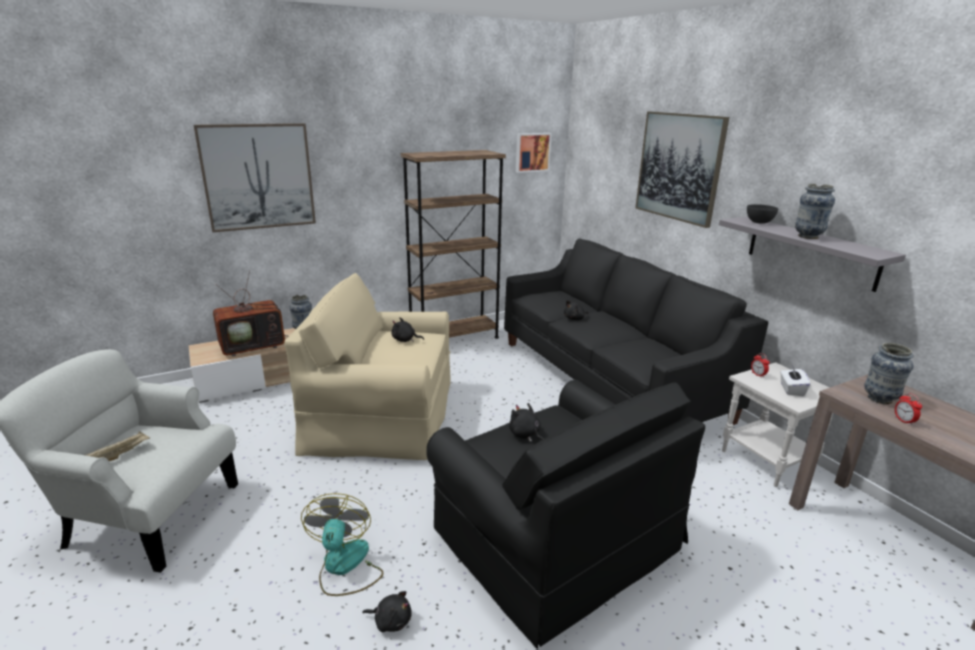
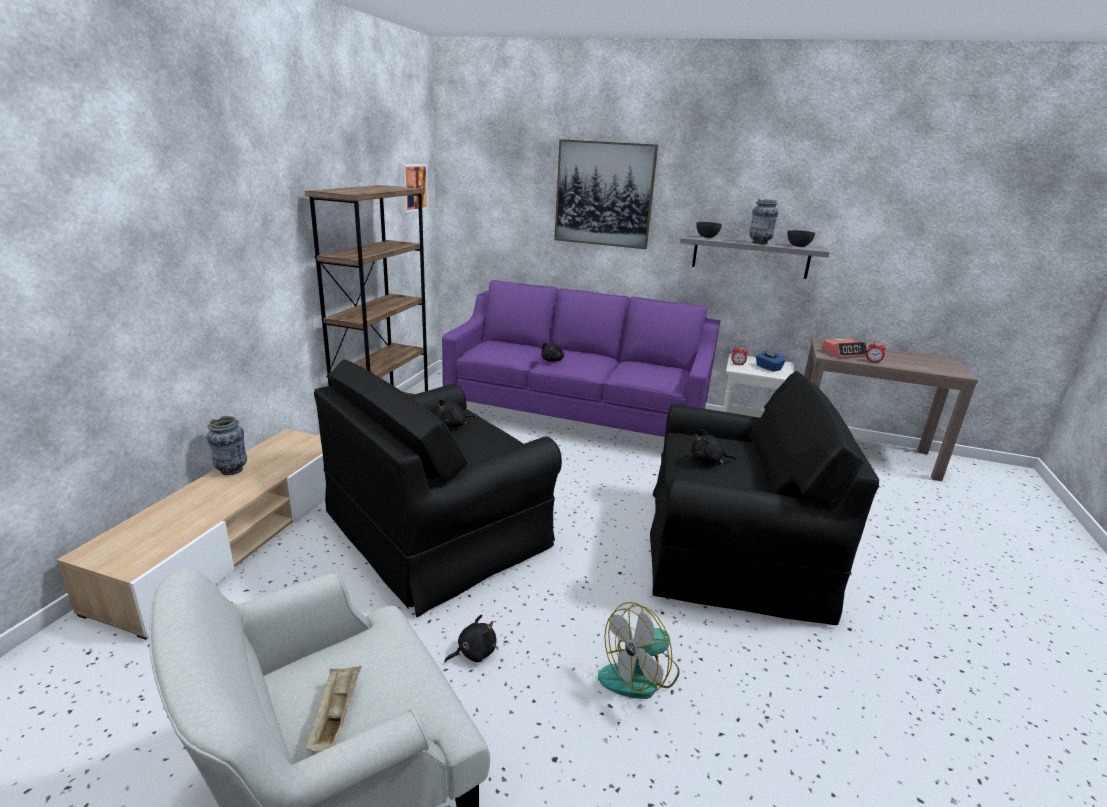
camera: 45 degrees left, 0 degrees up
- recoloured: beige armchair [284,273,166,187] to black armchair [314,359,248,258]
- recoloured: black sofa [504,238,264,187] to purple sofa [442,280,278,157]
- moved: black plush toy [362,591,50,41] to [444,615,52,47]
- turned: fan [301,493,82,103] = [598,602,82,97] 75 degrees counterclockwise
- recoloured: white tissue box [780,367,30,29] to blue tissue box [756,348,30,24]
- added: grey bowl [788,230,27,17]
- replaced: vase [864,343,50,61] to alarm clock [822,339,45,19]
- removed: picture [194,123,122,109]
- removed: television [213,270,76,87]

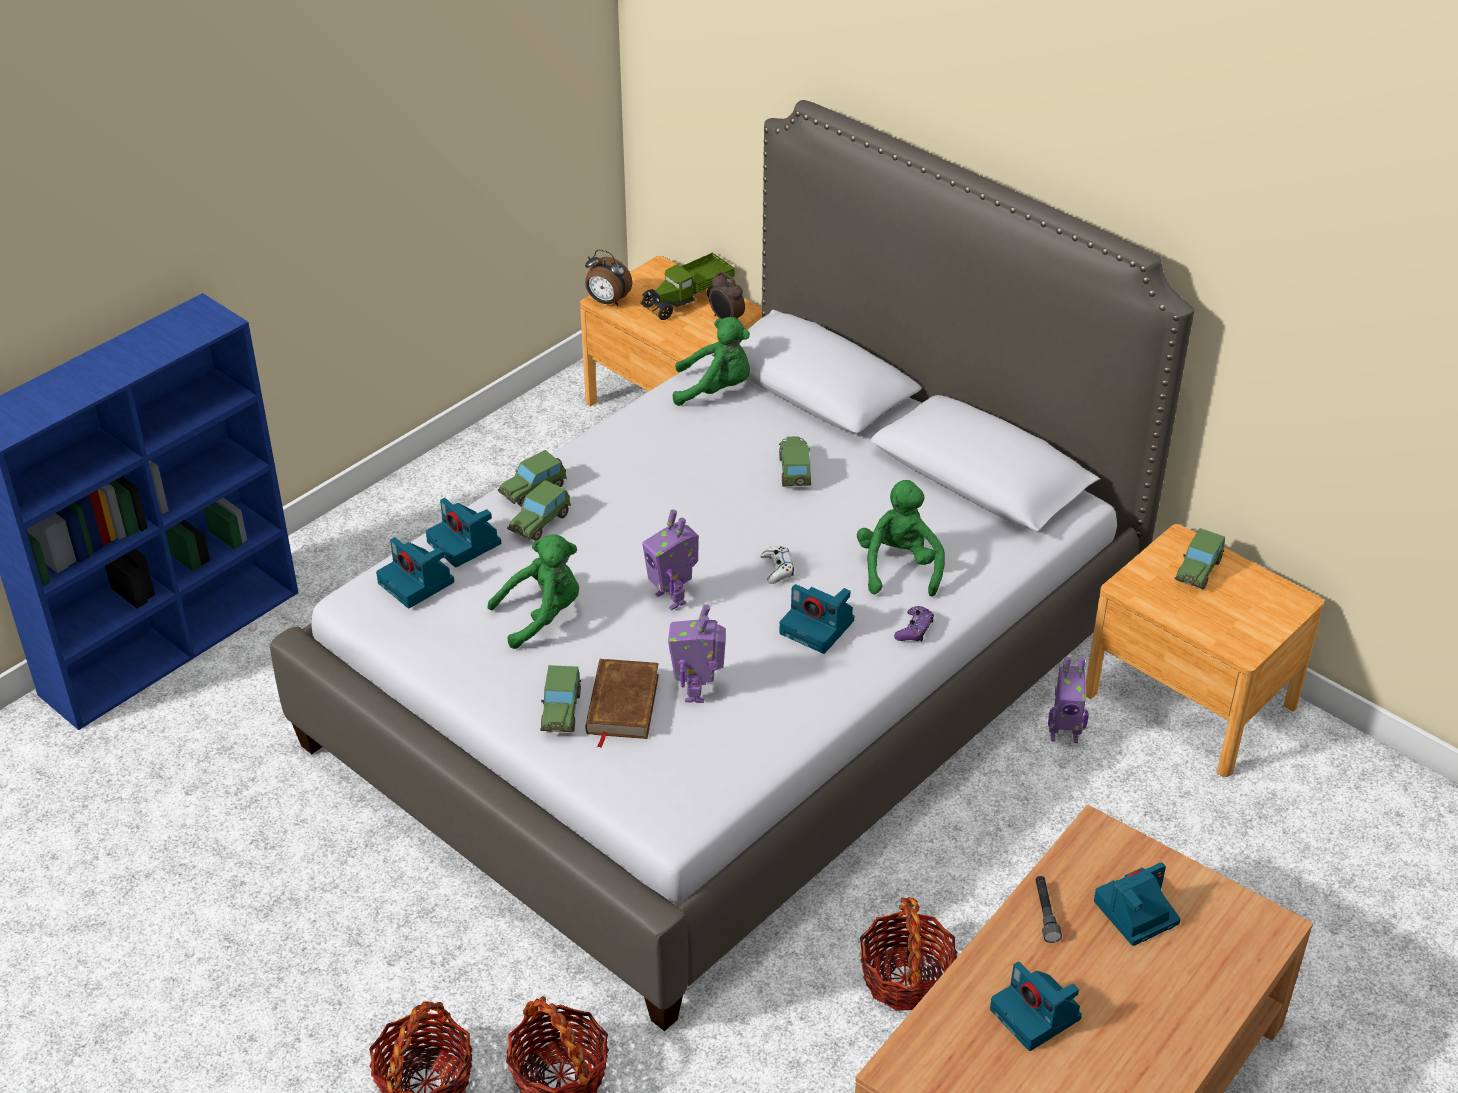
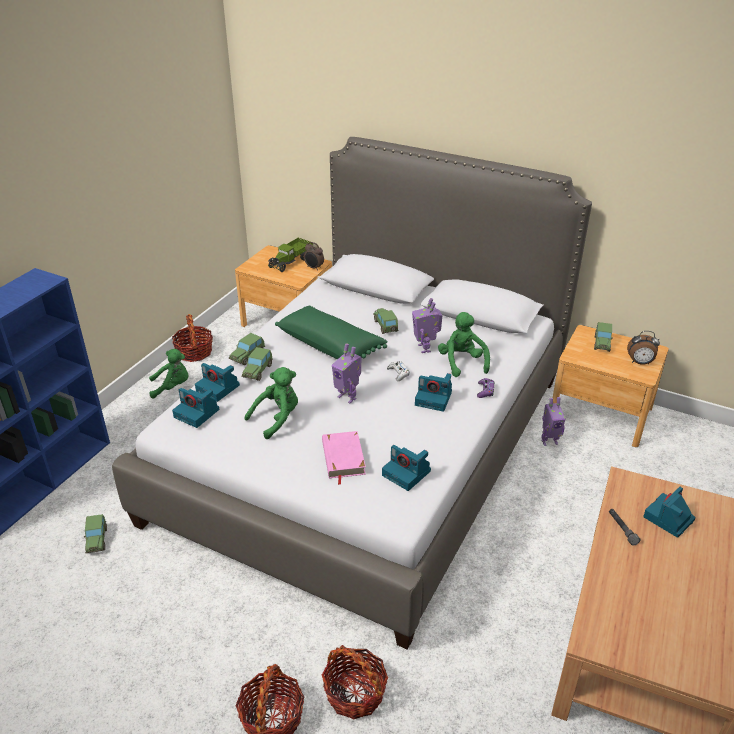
camera: 15 degrees left, 5 degrees down
- moved: toy car [540,665,41,67] to [84,514,23,39]
- moved: green plush toy [673,317,77,89] to [149,349,39,50]
- moved: basket [859,897,98,114] to [172,314,41,48]
- added: green pillow [275,306,113,55]
- recoloured: brown book [586,659,73,89] to pink book [322,431,44,54]
- moved: photo camera [990,962,92,89] to [382,445,49,46]
- moved: toy robot [668,604,58,99] to [412,298,30,55]
- moved: alarm clock [585,250,47,56] to [627,331,33,33]

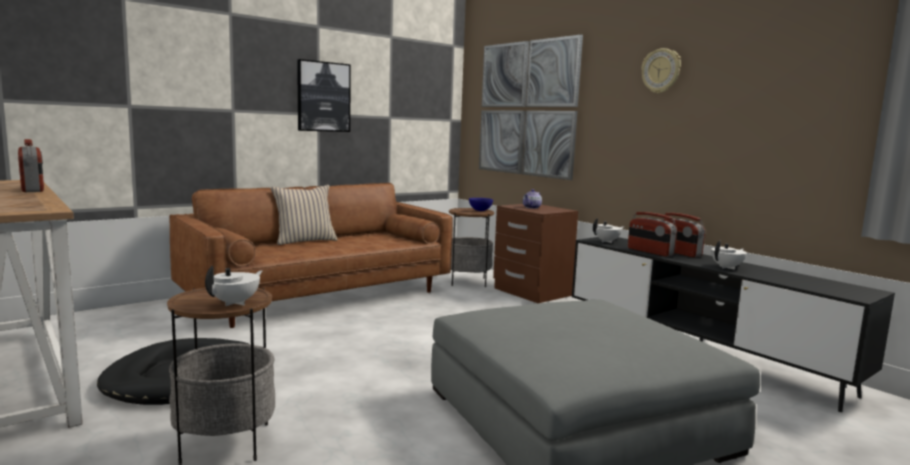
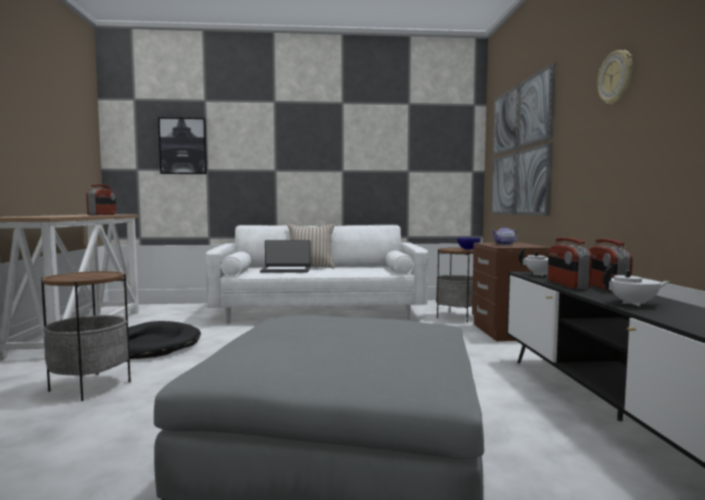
camera: 35 degrees right, 5 degrees down
- moved: picture [297,59,54,73] to [158,118,49,56]
- recoloured: brown sofa [169,183,284,145] to white sofa [206,225,222,99]
- added: laptop [260,240,51,32]
- removed: white teapot [205,266,57,40]

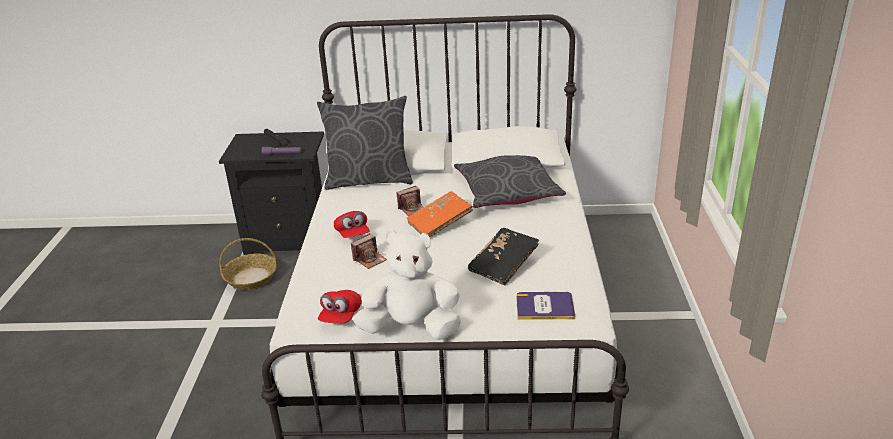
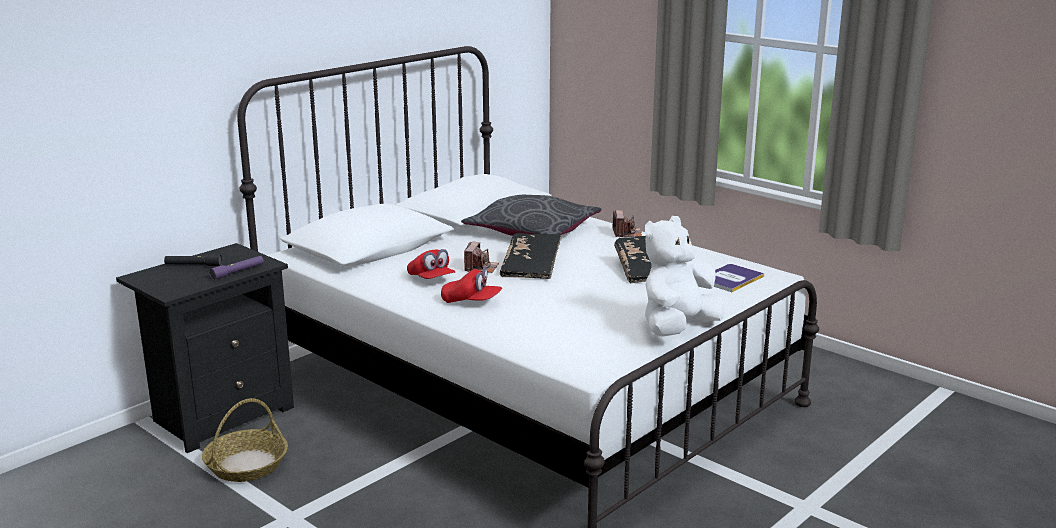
camera: 50 degrees left, 10 degrees down
- moved: red cap [318,290,44,34] to [407,249,48,30]
- recoloured: orange book [407,191,66,46] to black book [500,233,61,46]
- moved: photo camera [351,233,36,36] to [613,210,29,27]
- removed: grey pillow [317,96,96,94]

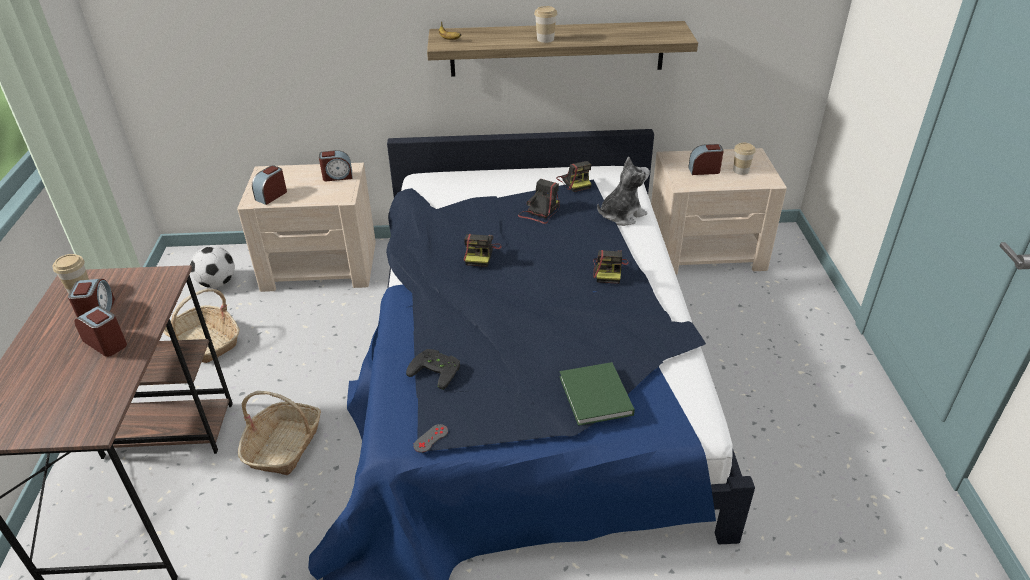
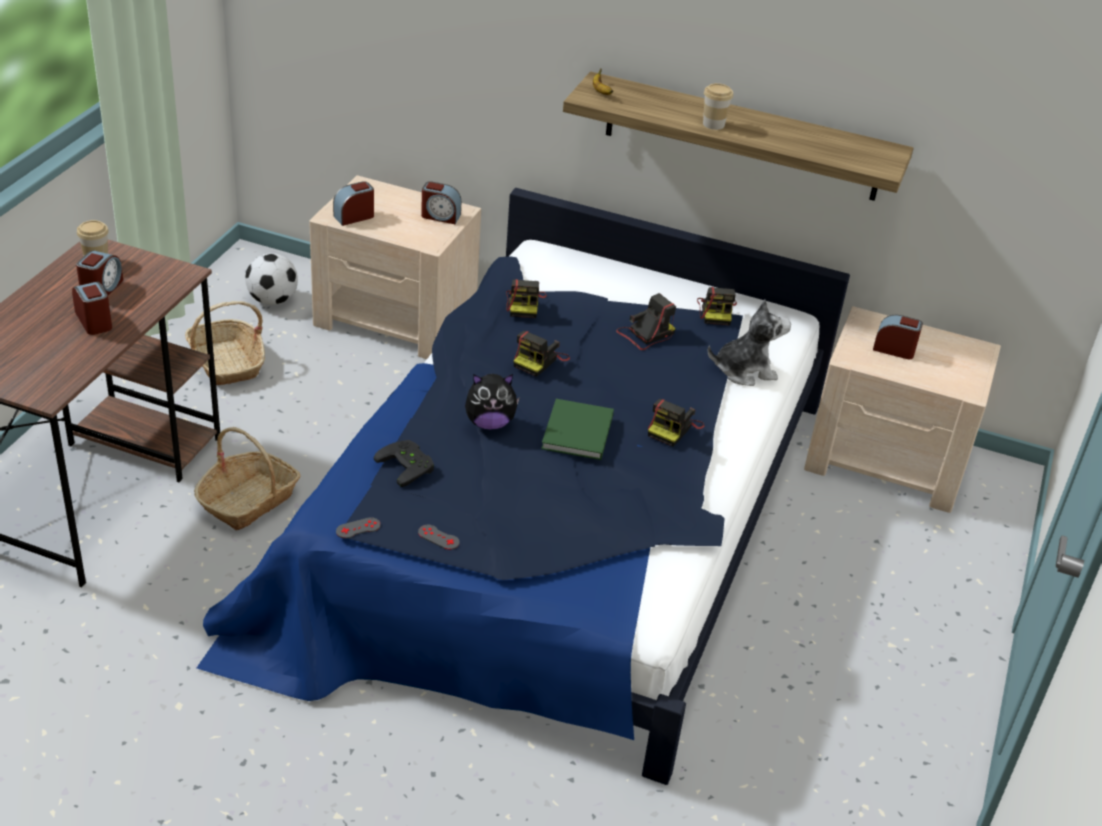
camera: 20 degrees right, 0 degrees up
- added: grey game controller [418,525,42,25]
- added: plush toy [465,374,55,56]
- added: photo camera [506,279,41,39]
- moved: green book [559,362,76,64] to [541,399,73,61]
- removed: cup [733,143,23,32]

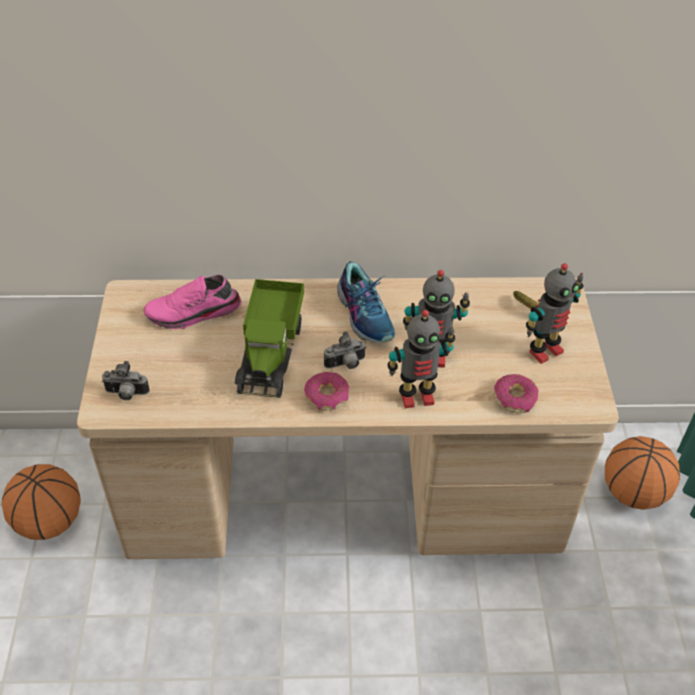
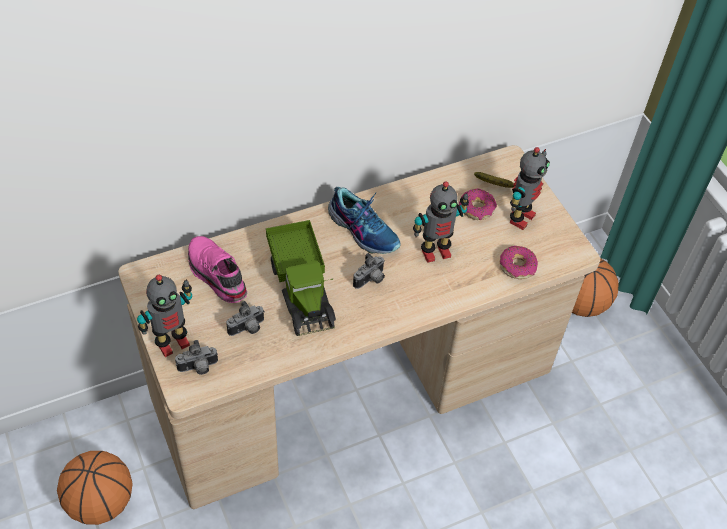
camera: 25 degrees left, 5 degrees up
- moved: toy robot [388,310,67,98] to [137,275,55,82]
- turned: pink shoe [144,275,98,54] = [188,236,59,67] 90 degrees clockwise
- added: photo camera [226,301,39,35]
- moved: donut [304,372,45,39] to [459,188,38,32]

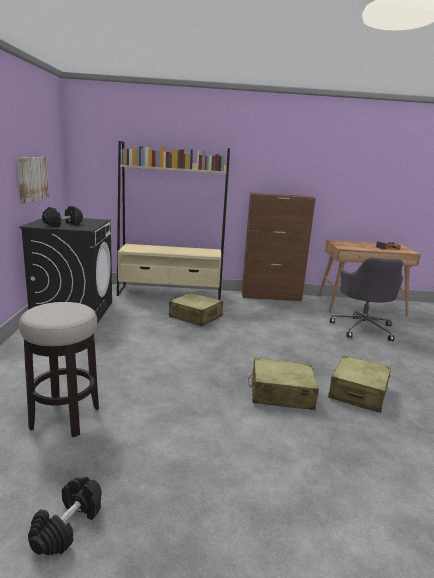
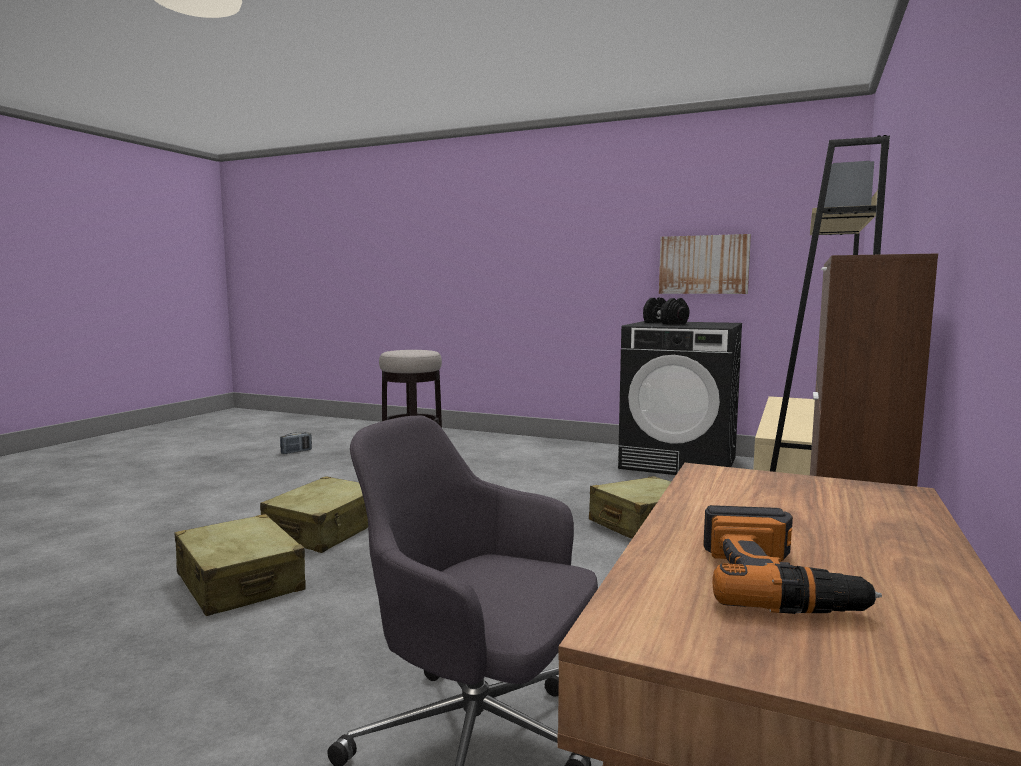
camera: 115 degrees right, 10 degrees down
- replaced: black dumbbell [28,477,74,79] to radio [280,432,32,22]

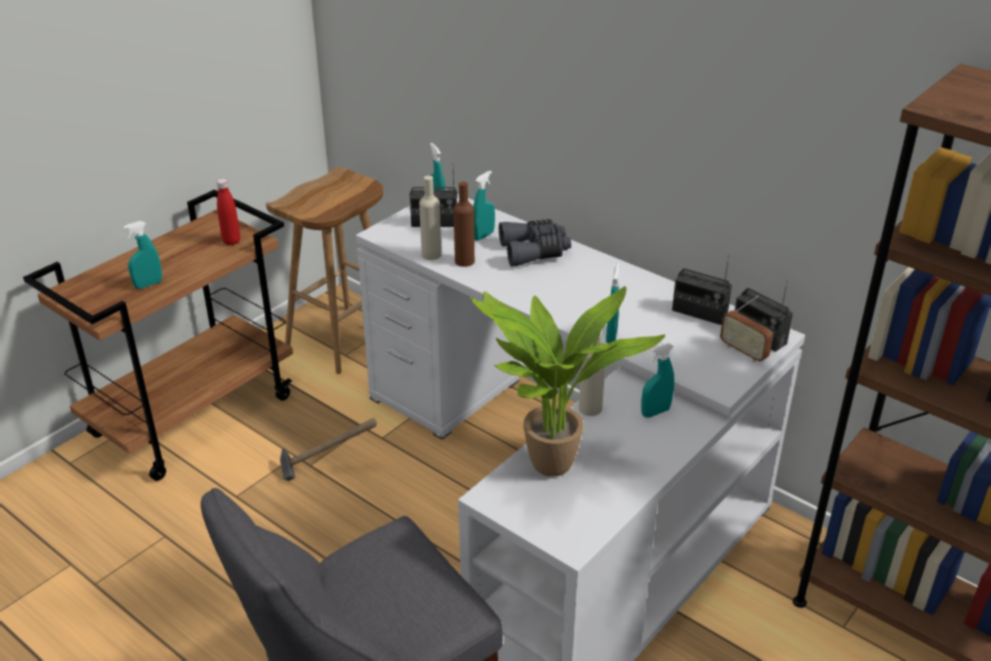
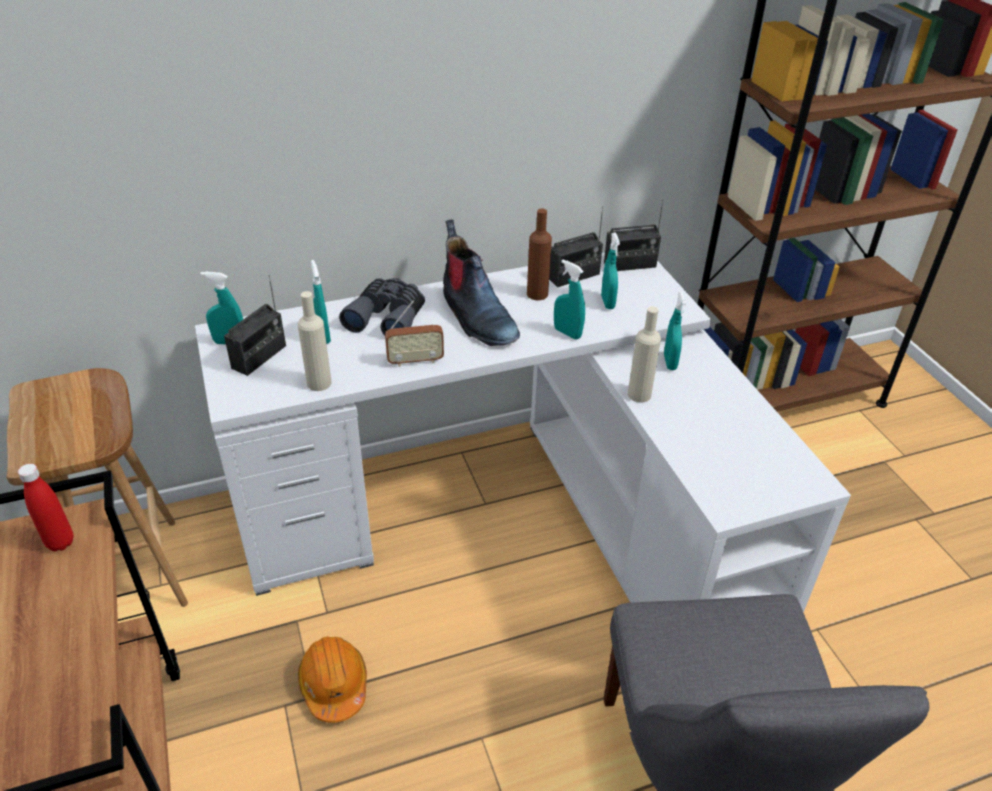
camera: 60 degrees left, 5 degrees up
- replaced: hammer [280,418,97,63] to orange hard hat [298,637,69,86]
- moved: radio [720,296,53,66] to [385,301,59,66]
- added: boot [443,220,77,126]
- moved: brown bottle [454,182,21,85] to [527,209,25,91]
- moved: turquoise spray bottle [123,221,39,68] to [601,232,19,77]
- removed: potted plant [470,286,195,191]

